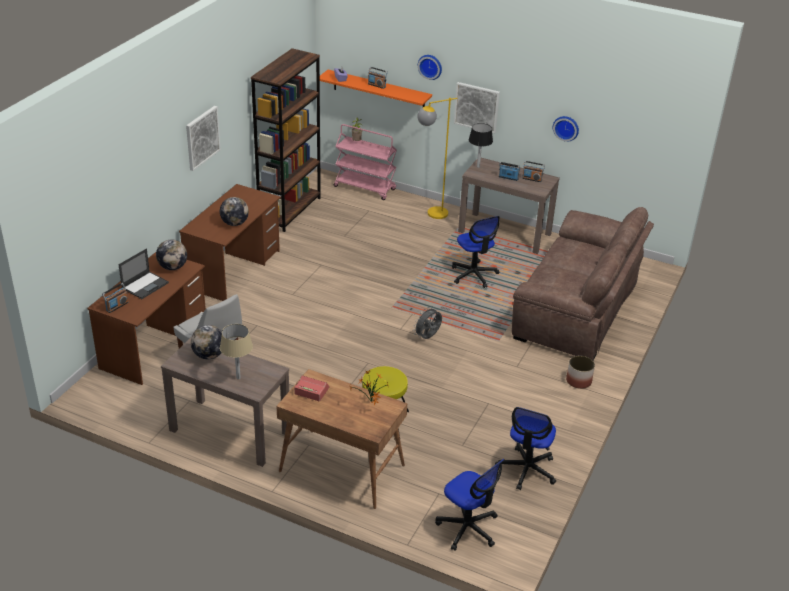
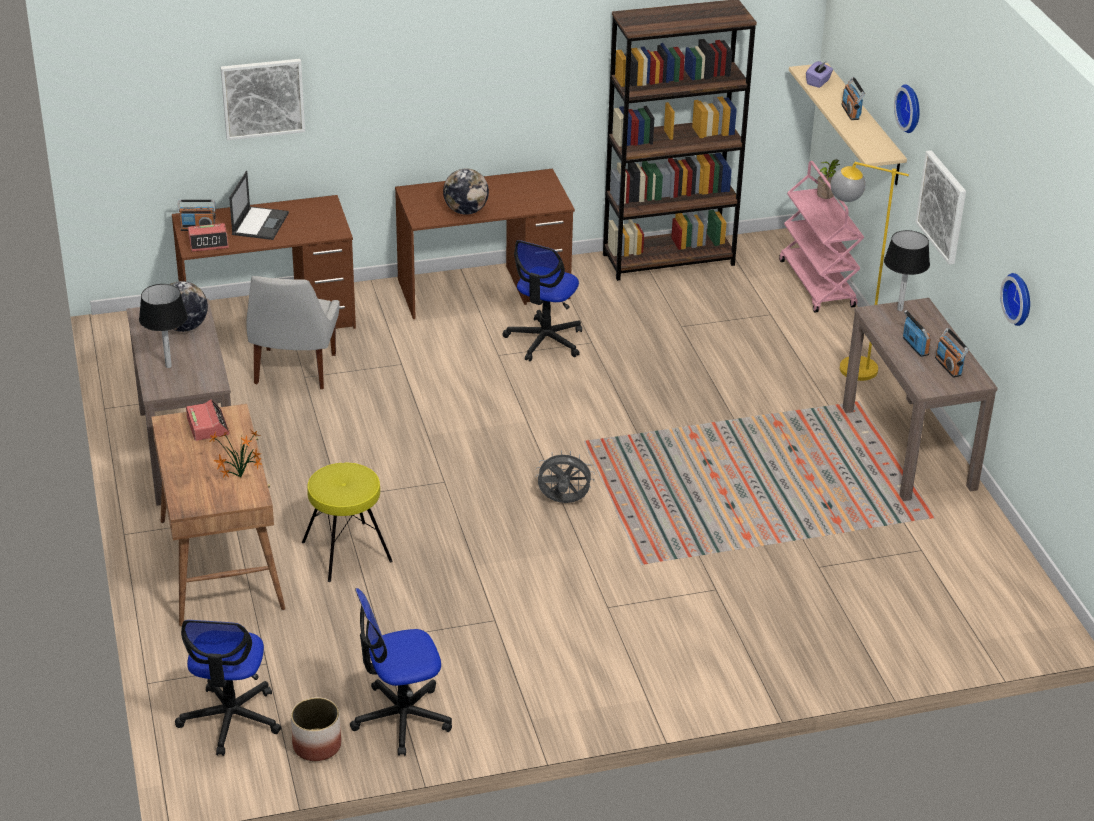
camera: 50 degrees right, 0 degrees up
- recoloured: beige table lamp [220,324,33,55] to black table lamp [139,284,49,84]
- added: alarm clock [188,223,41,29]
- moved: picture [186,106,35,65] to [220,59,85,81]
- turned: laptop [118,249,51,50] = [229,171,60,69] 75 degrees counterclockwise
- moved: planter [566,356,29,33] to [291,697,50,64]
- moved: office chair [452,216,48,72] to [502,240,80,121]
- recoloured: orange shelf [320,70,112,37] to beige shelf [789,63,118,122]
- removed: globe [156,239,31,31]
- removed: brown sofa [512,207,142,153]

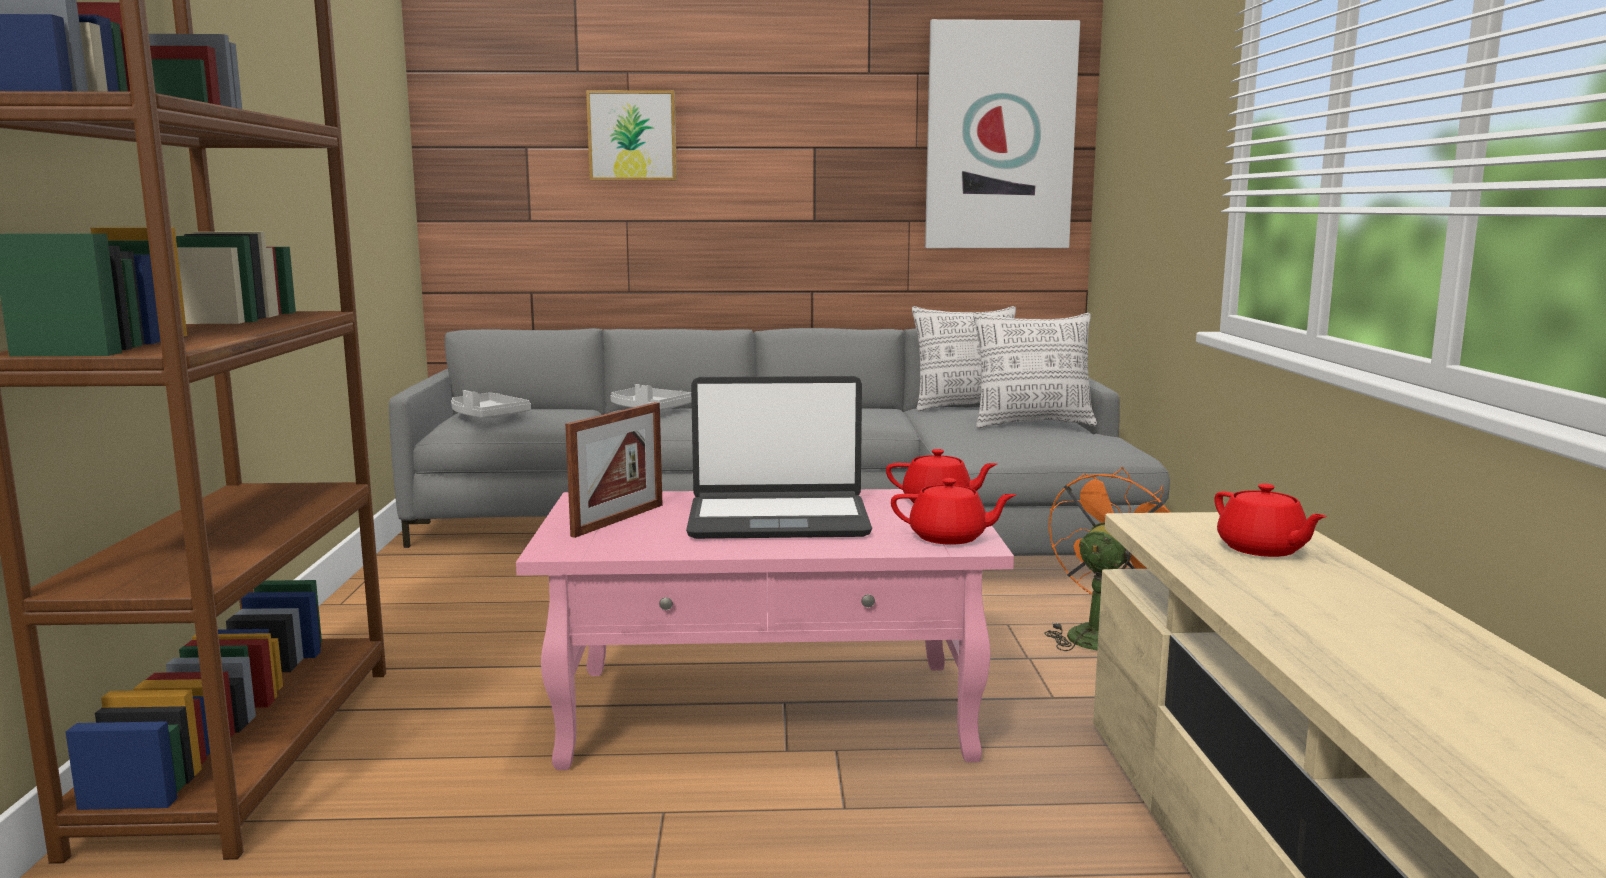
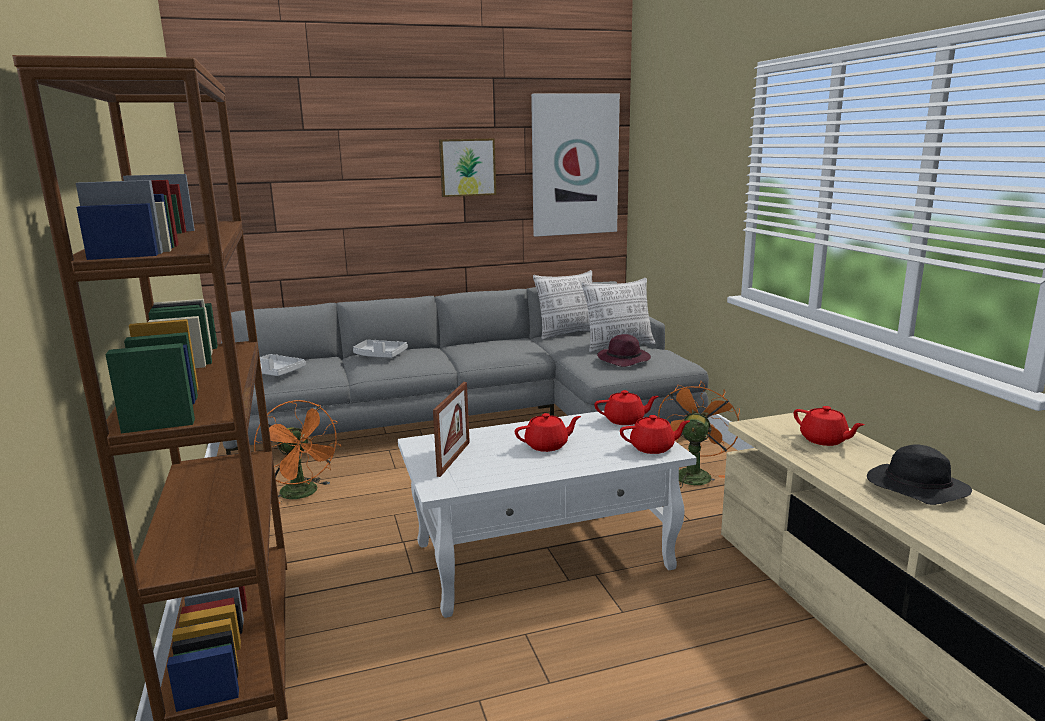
camera: 15 degrees left, 5 degrees up
- added: orange fan [254,400,87,104]
- recoloured: pink coffee table [516,489,498,281] to white coffee table [398,411,299,207]
- moved: picture [586,90,91,90] to [439,139,57,58]
- replaced: laptop [686,376,186,163] to red teapot [515,413,66,39]
- added: purple hat [597,334,54,33]
- added: black hat [867,444,105,61]

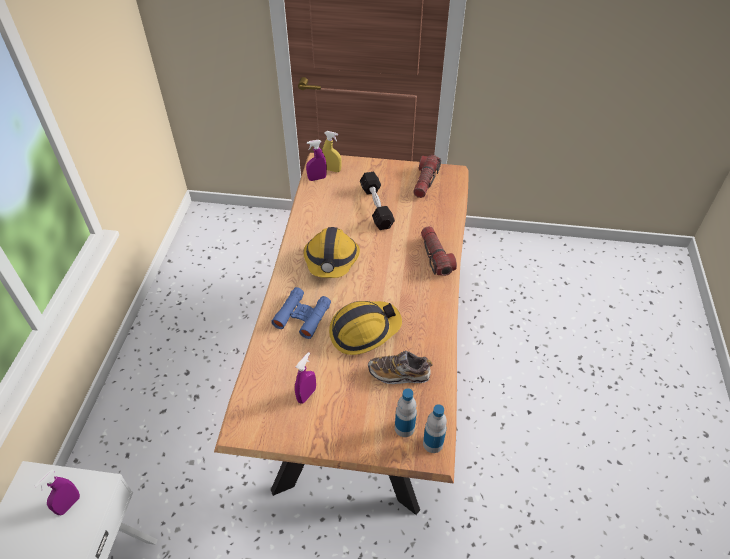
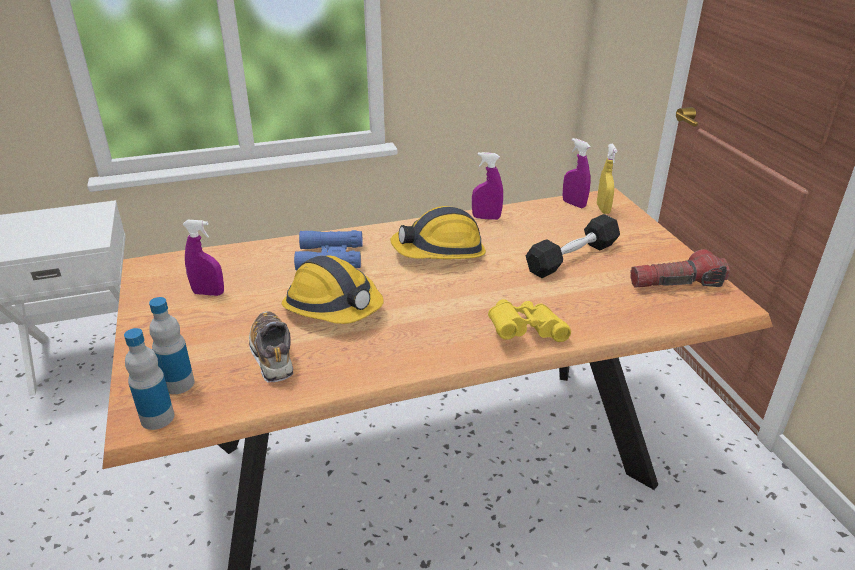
camera: 65 degrees right, 15 degrees down
- moved: purple spray bottle [34,469,46,46] to [472,152,31,68]
- replaced: flashlight [421,226,36,50] to yellow binoculars [488,299,83,43]

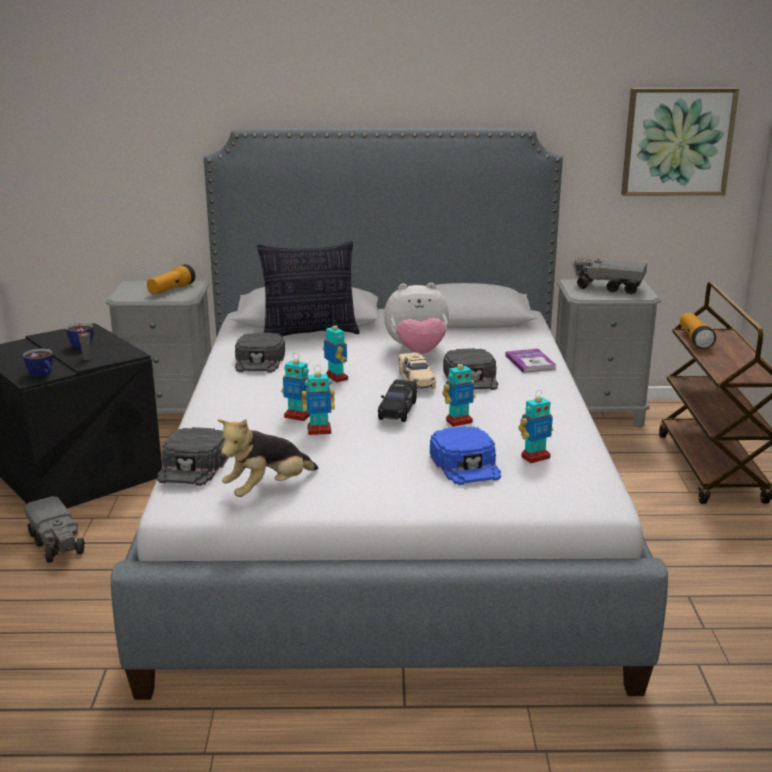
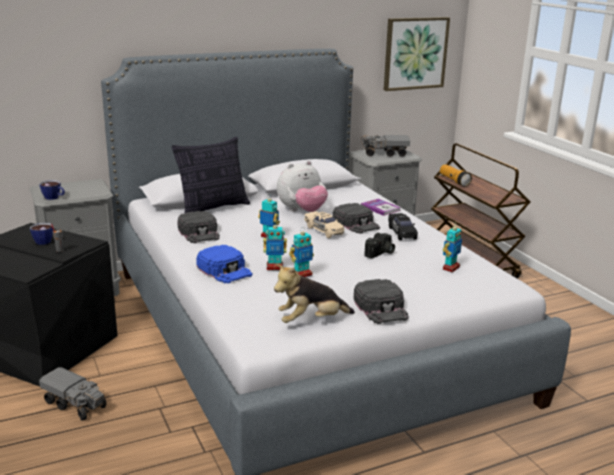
camera: 25 degrees left, 0 degrees up
- moved: cup [23,348,30,29] to [40,180,25,20]
- moved: blue cap [430,426,71,59] to [196,245,56,39]
- turned: plush toy [217,419,101,78] = [274,264,81,59] 45 degrees clockwise
- moved: black cap [157,427,72,59] to [354,279,55,45]
- replaced: toy robot [442,358,34,69] to photo camera [364,233,31,25]
- moved: black toy car [378,380,39,42] to [388,213,30,27]
- removed: flashlight [147,264,48,30]

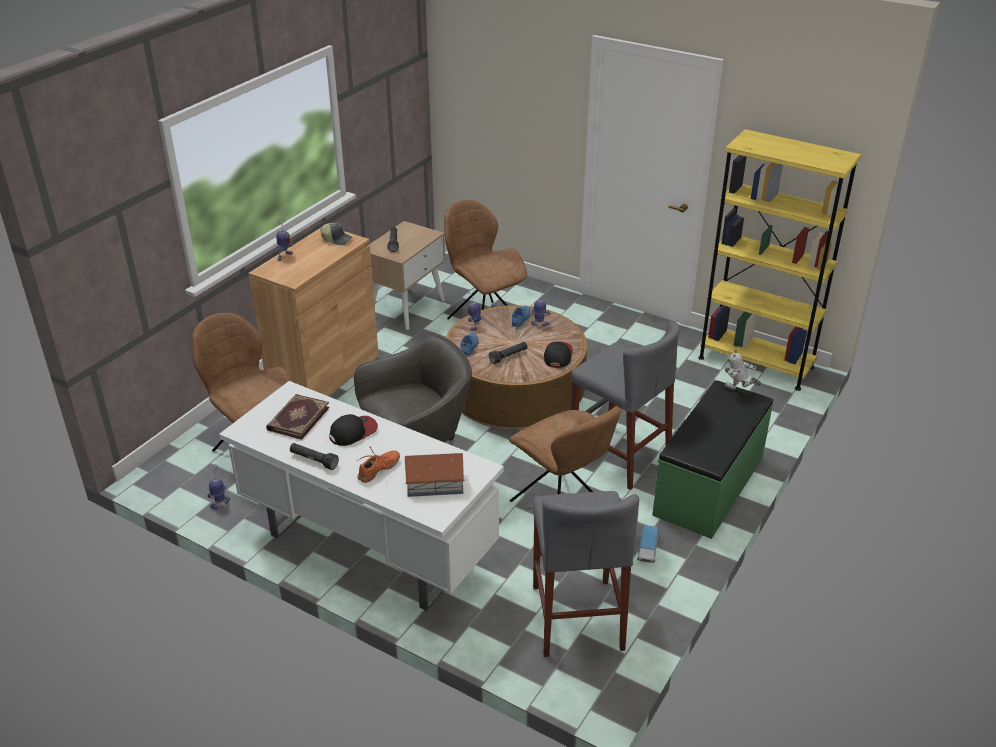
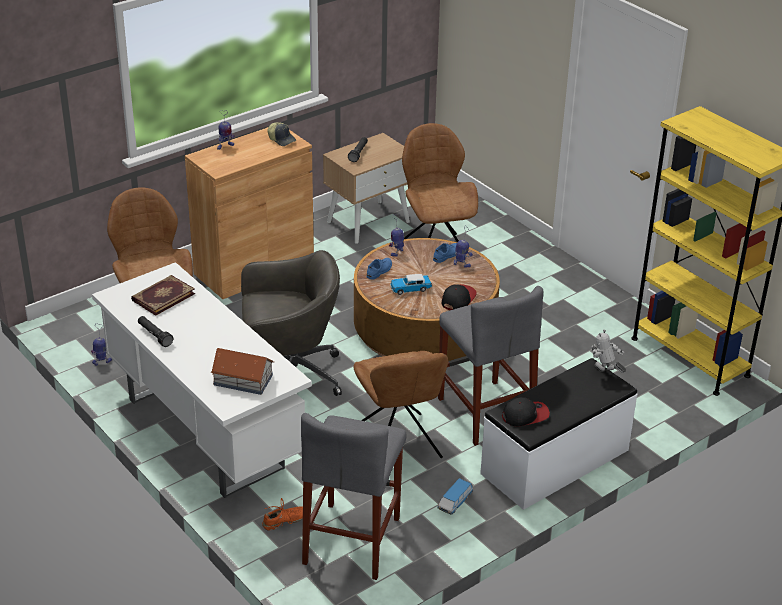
camera: 20 degrees right, 0 degrees up
- moved: orange shoe [357,446,43,37] to [262,498,41,33]
- replaced: black flashlight [489,342,38,22] to toy car [390,274,42,21]
- recoloured: green bench [652,380,121,159] to white bench [480,358,158,152]
- moved: cap [329,414,49,32] to [502,397,48,29]

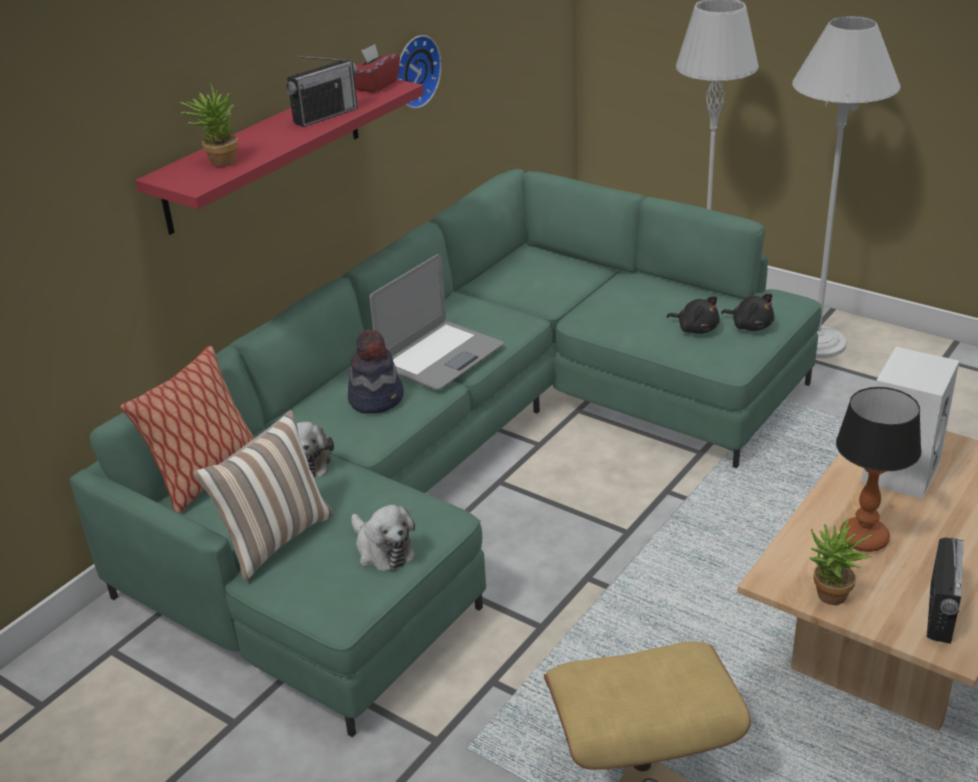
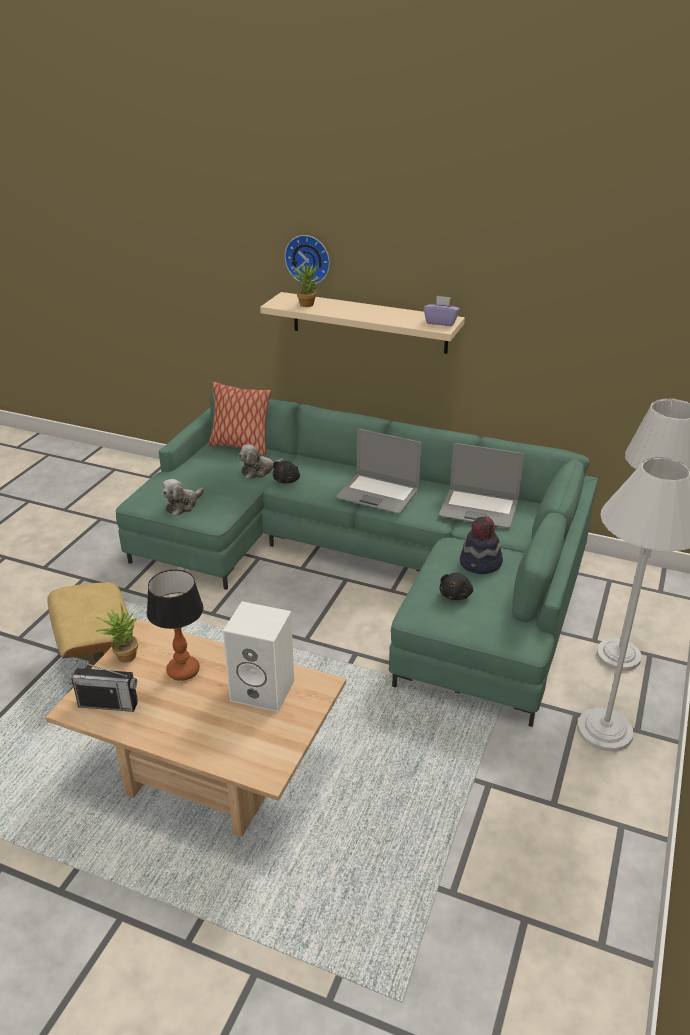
camera: 75 degrees right, 0 degrees up
- recoloured: red shelf [135,79,288,156] to beige shelf [260,292,205,62]
- moved: black plush toy [721,294,53,37] to [273,461,27,22]
- moved: wall clock [398,35,44,74] to [285,235,45,49]
- recoloured: red tissue box [354,44,46,49] to purple tissue box [424,296,36,30]
- added: laptop [439,443,85,85]
- moved: hat [348,330,56,83] to [460,516,43,58]
- removed: pillow [193,410,141,171]
- removed: radio [286,56,72,71]

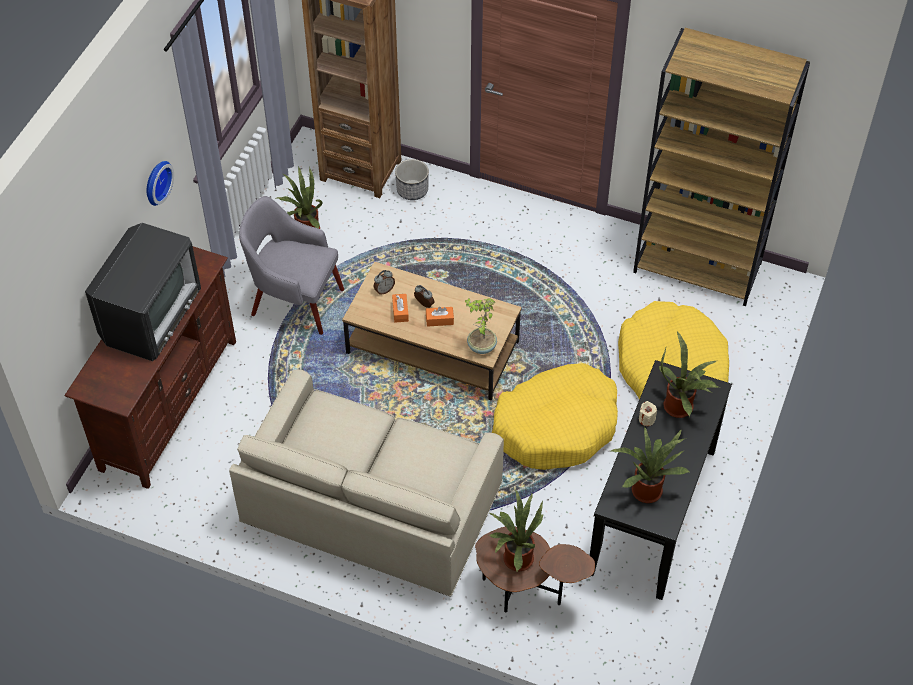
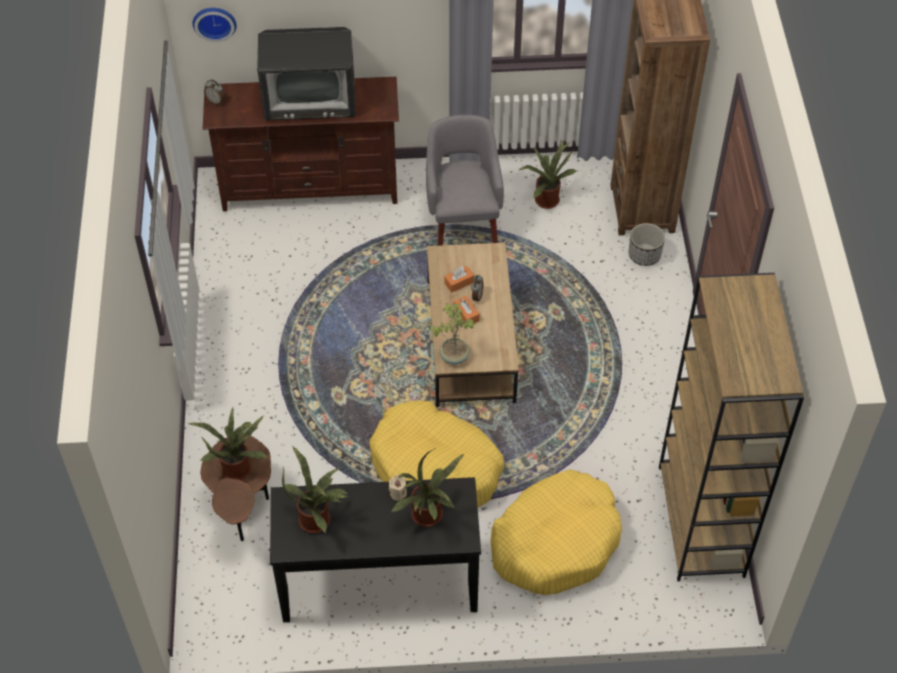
camera: 65 degrees right, 0 degrees up
- moved: wall clock [146,161,28,45] to [193,8,44,34]
- moved: alarm clock [374,270,21,25] to [204,79,21,26]
- removed: beige sofa [229,369,275,228]

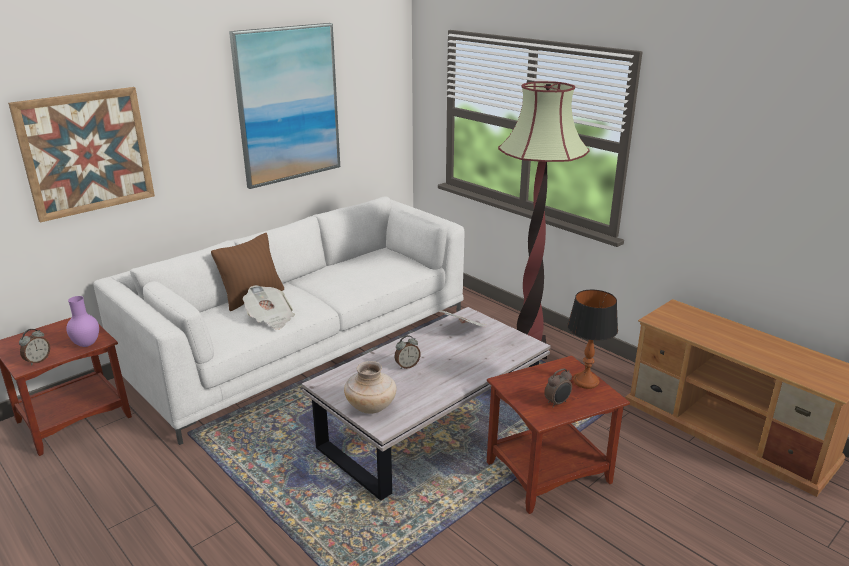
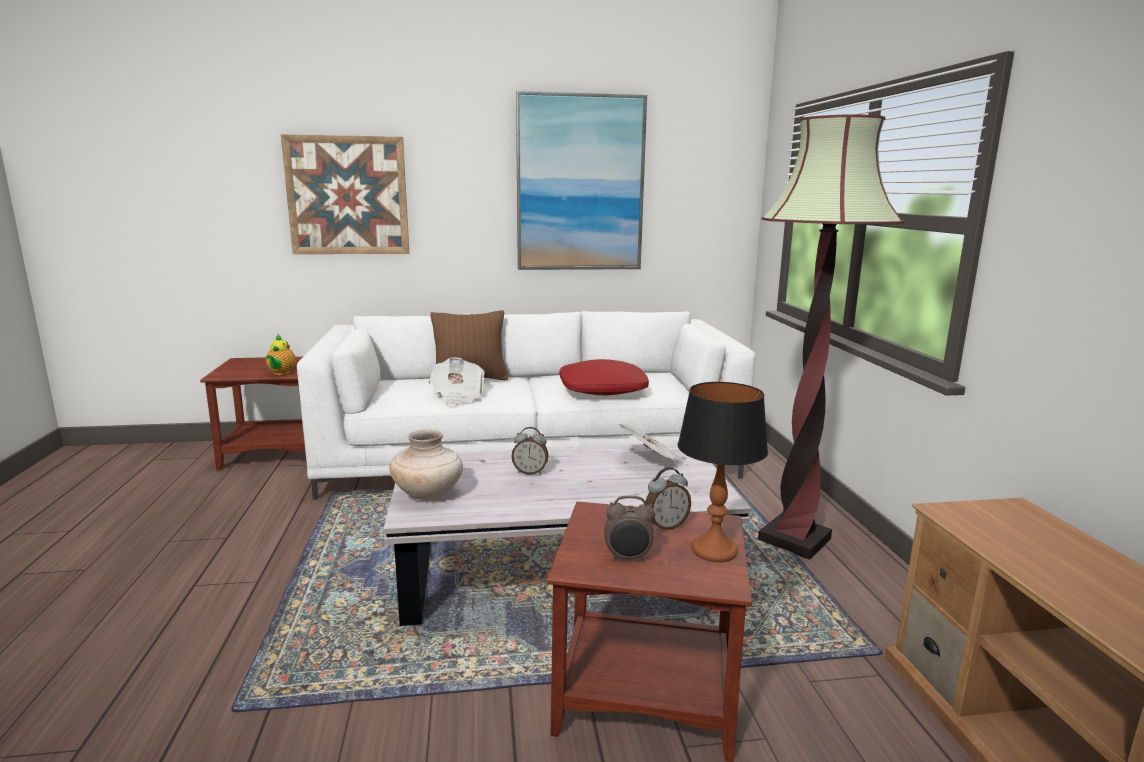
camera: 35 degrees right, 10 degrees down
- replaced: purple vase [66,296,33,51] to teapot [266,334,30,41]
- added: red pillow [559,359,90,36]
- moved: alarm clock [19,329,31,36] to [645,467,46,64]

